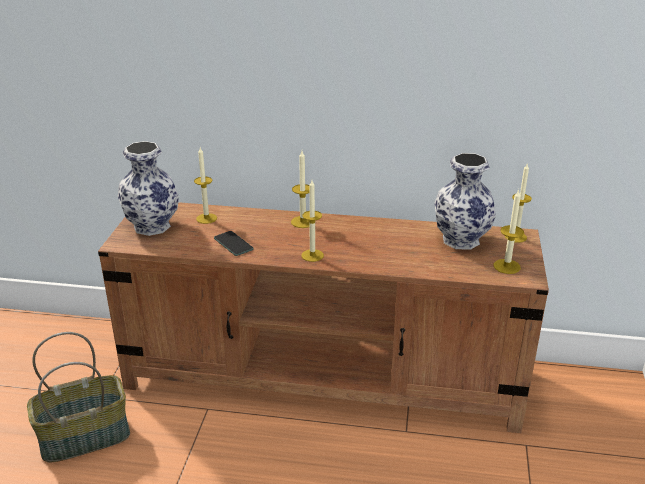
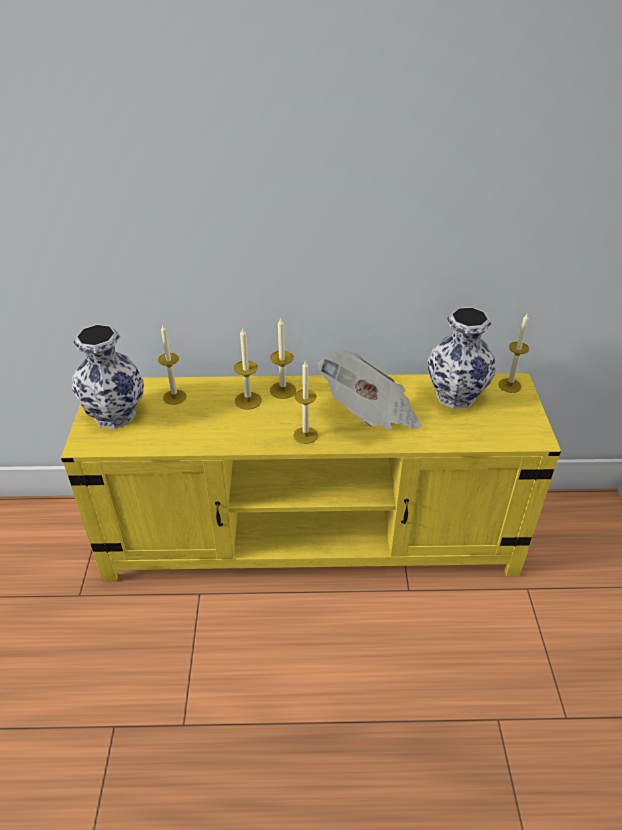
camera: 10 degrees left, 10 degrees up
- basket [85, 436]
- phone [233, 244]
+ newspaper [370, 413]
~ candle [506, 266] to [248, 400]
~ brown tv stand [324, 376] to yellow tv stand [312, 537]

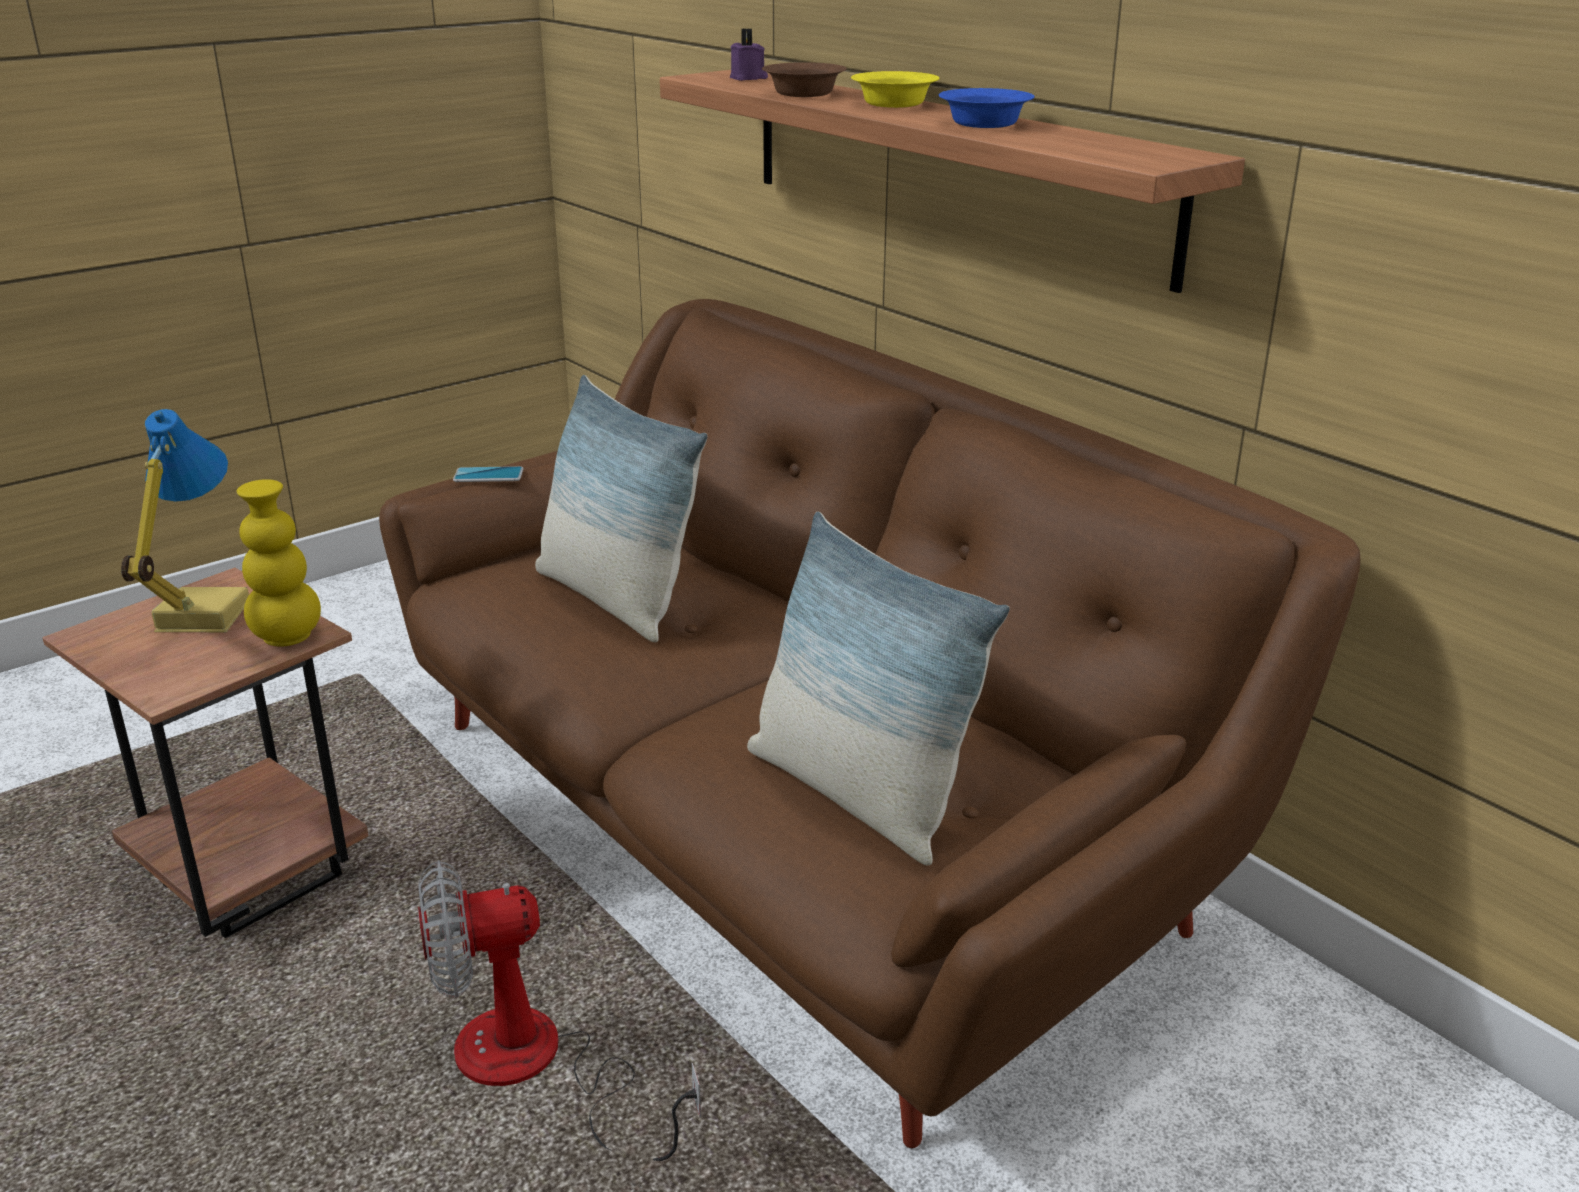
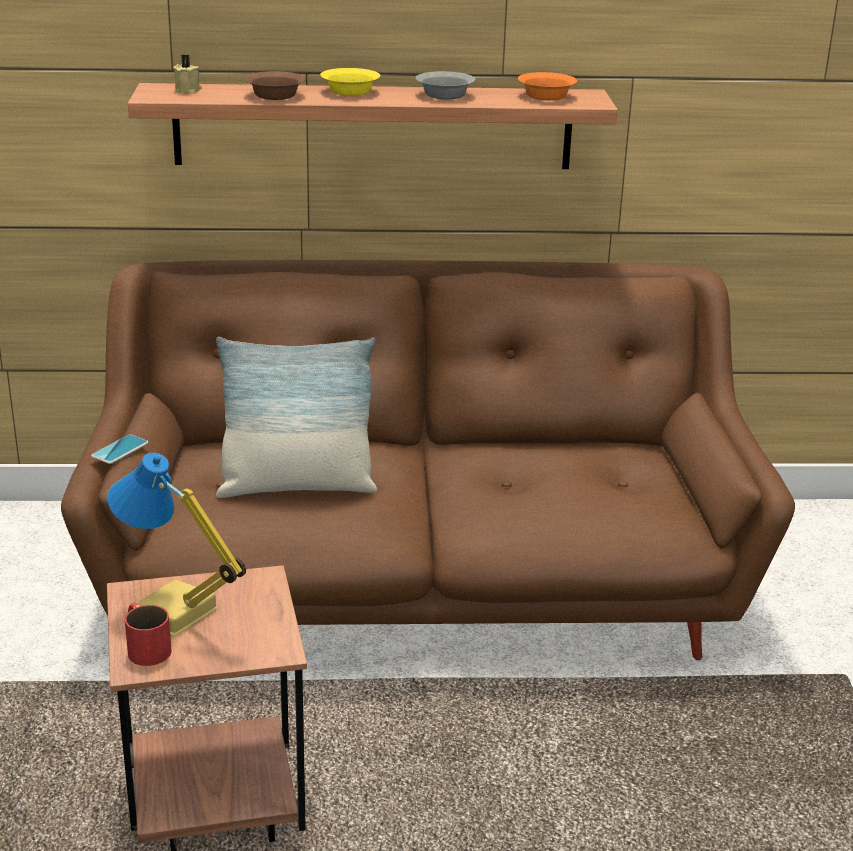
camera: 55 degrees left, 0 degrees up
- yellow vase [287, 637]
- fan [536, 1068]
- pillow [857, 794]
+ red mug [144, 646]
+ orange bowl [547, 97]
~ purple candle [749, 78] to beige candle [188, 90]
~ blue bowl [984, 123] to grey bowl [443, 95]

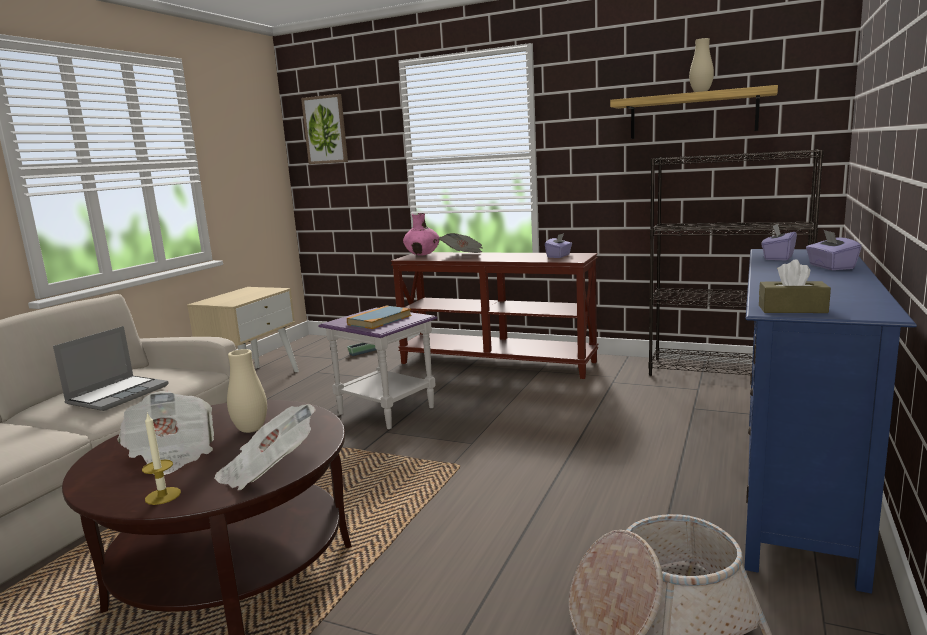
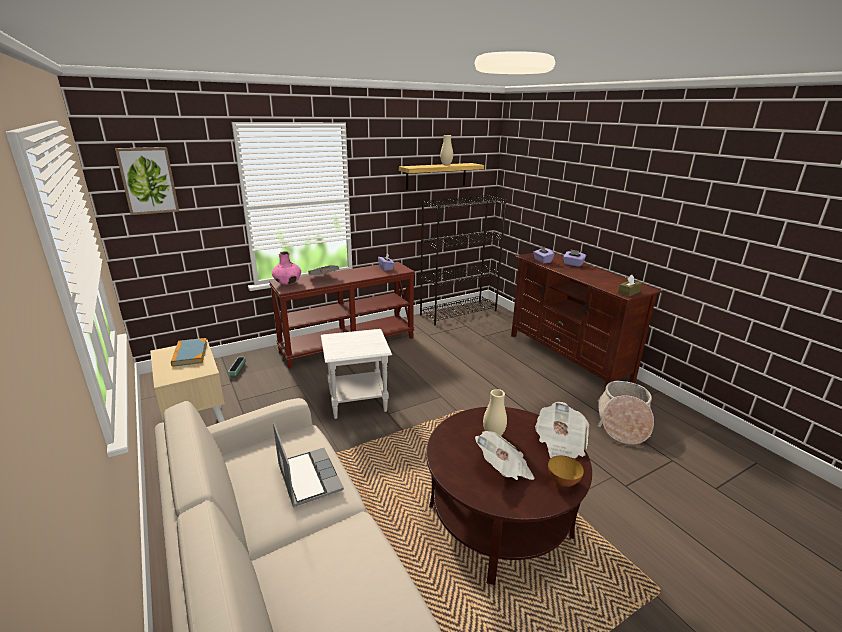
camera: 55 degrees left, 10 degrees up
~ book [379, 320] to [190, 354]
~ candle [163, 496] to bowl [563, 482]
~ purple side table [387, 410] to white side table [358, 402]
~ blue tv stand [797, 489] to brown tv stand [568, 357]

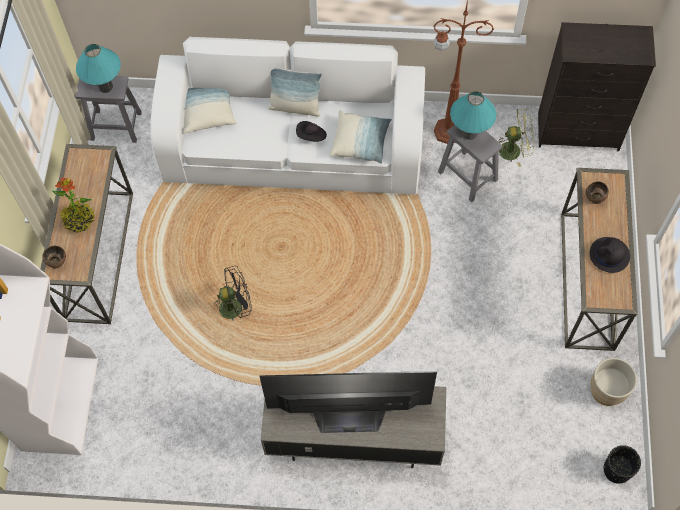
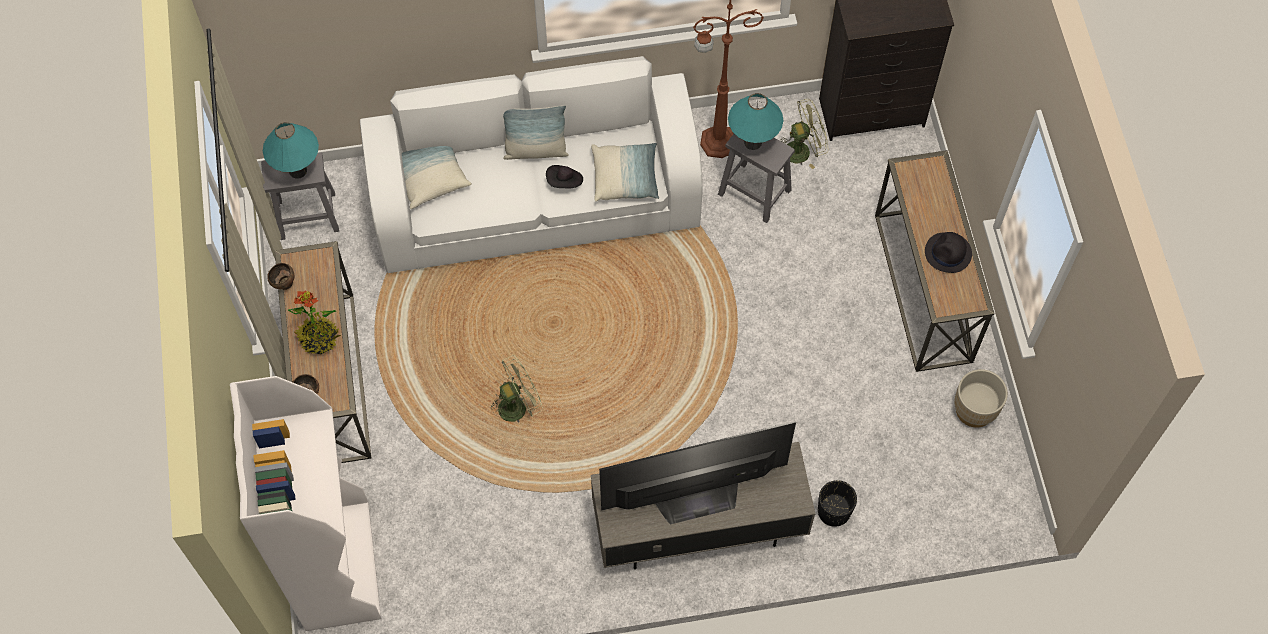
camera: 15 degrees left, 0 degrees up
~ brown bowl [594, 199] to [284, 284]
~ black planter [617, 470] to [834, 511]
~ black fan [235, 306] to green fan [517, 405]

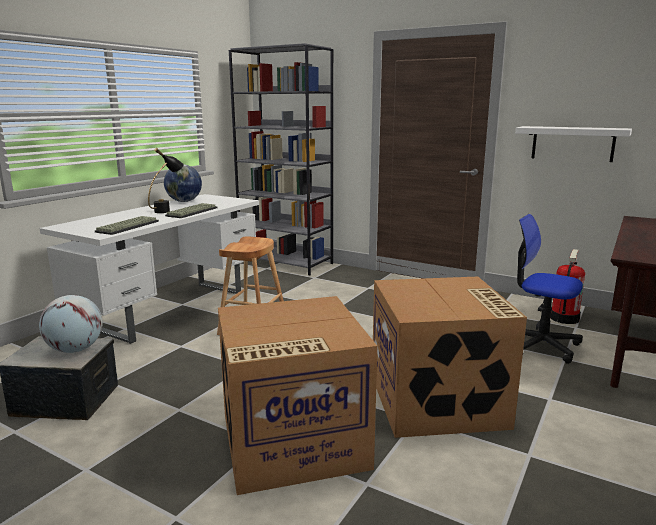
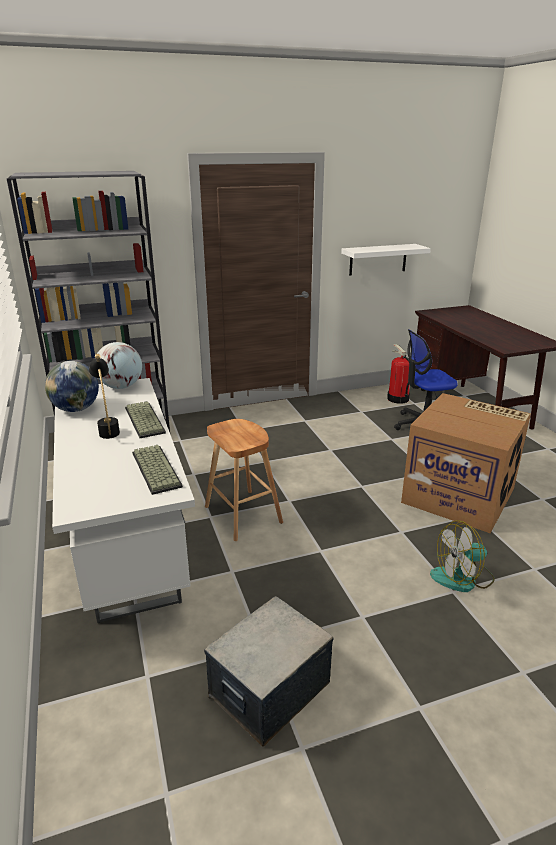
camera: 50 degrees left, 10 degrees up
~ globe [75, 349] to [121, 387]
~ cardboard box [291, 442] to fan [462, 577]

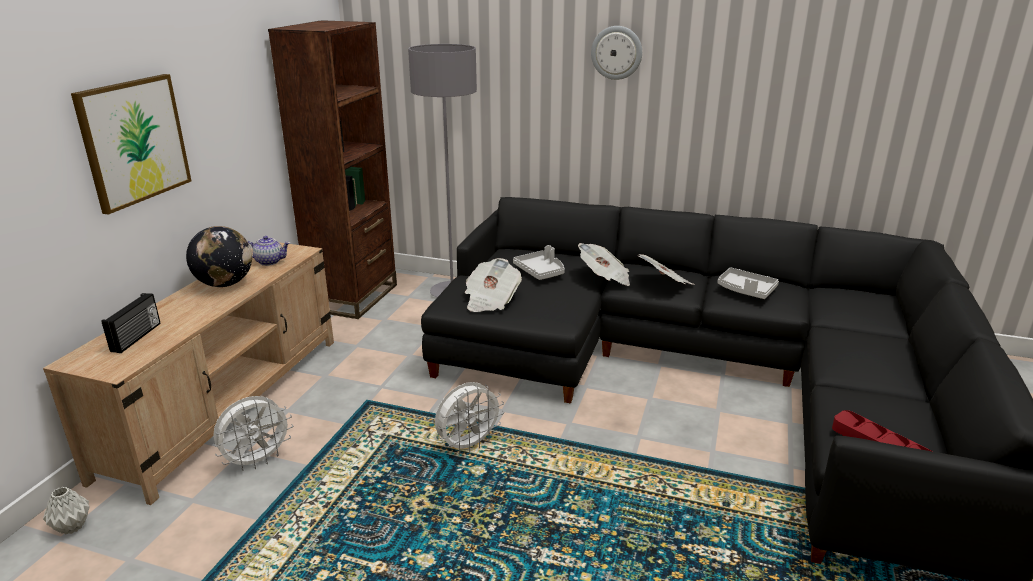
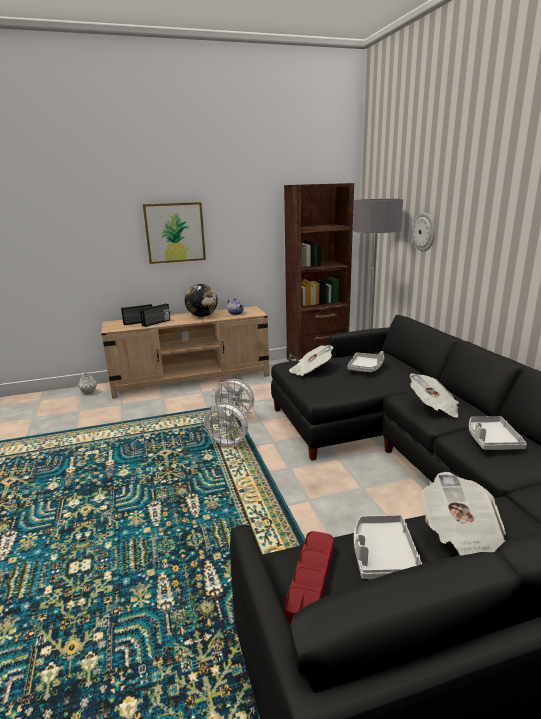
camera: 55 degrees right, 5 degrees down
+ radio [156, 323]
+ grey tray [383, 555]
~ white fan [257, 461] to [235, 418]
~ newspaper [604, 278] to [462, 536]
~ wall clock [616, 52] to [424, 232]

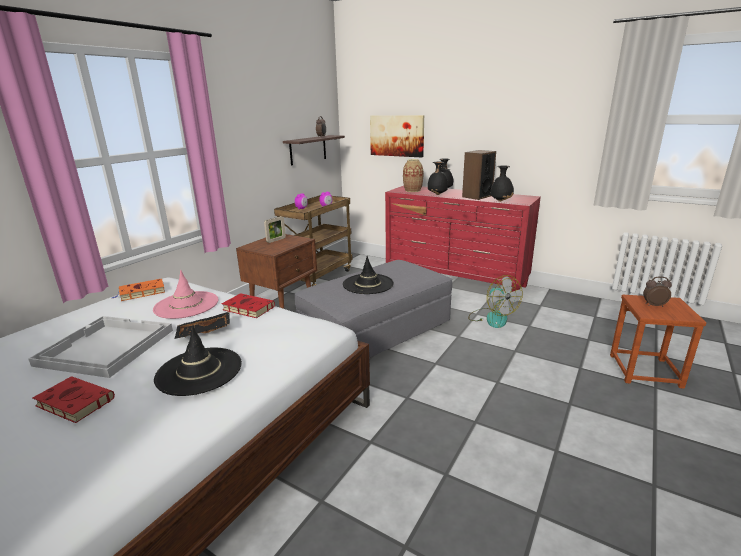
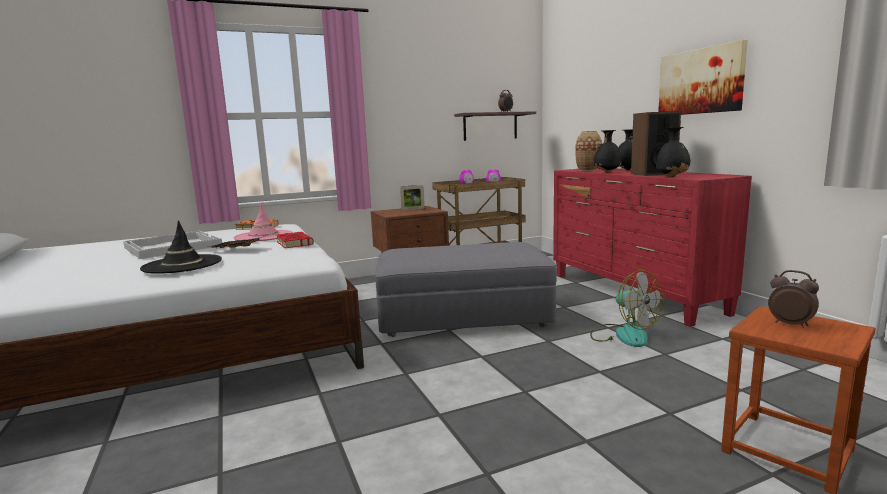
camera: 35 degrees right, 10 degrees down
- red book [73, 402]
- black hat [368, 284]
~ picture [397, 135] to [700, 81]
~ fan [492, 317] = [623, 335] 45 degrees counterclockwise

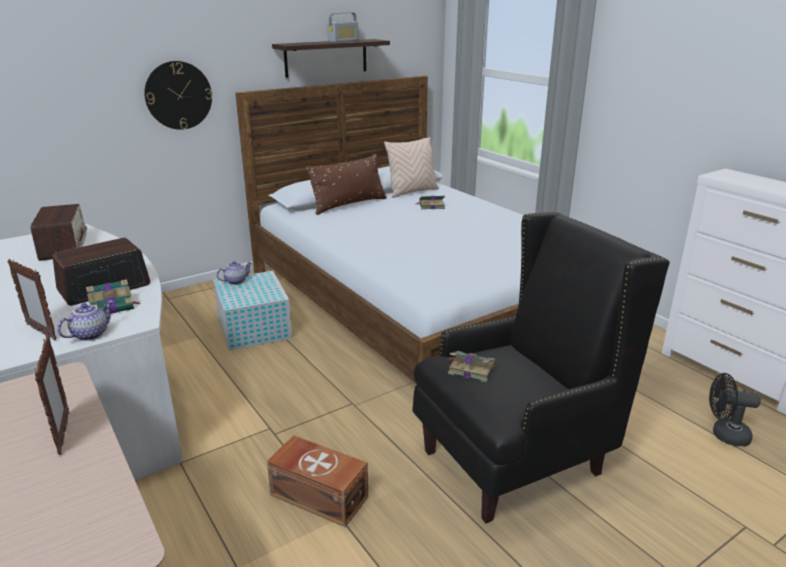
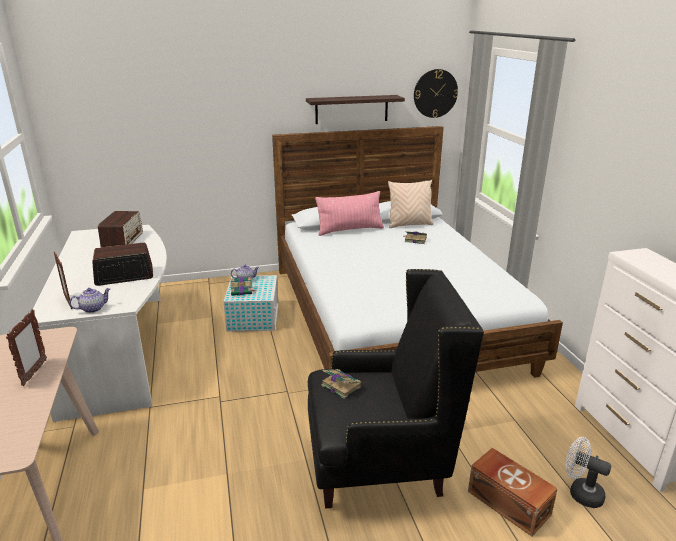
camera: 20 degrees right, 0 degrees up
- radio [343, 41]
~ book [113, 307] to [242, 291]
~ wall clock [178, 95] to [435, 93]
~ brown storage box [318, 494] to [508, 501]
~ brown pillow [349, 205] to pink pillow [350, 230]
~ black fan [724, 435] to white fan [580, 493]

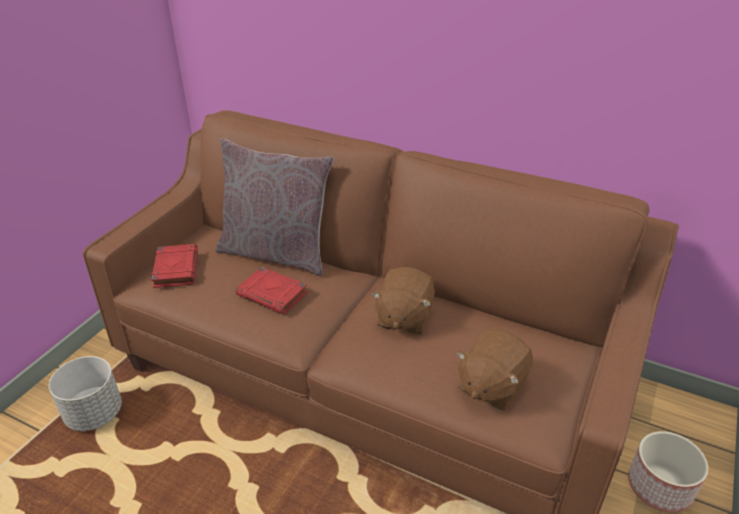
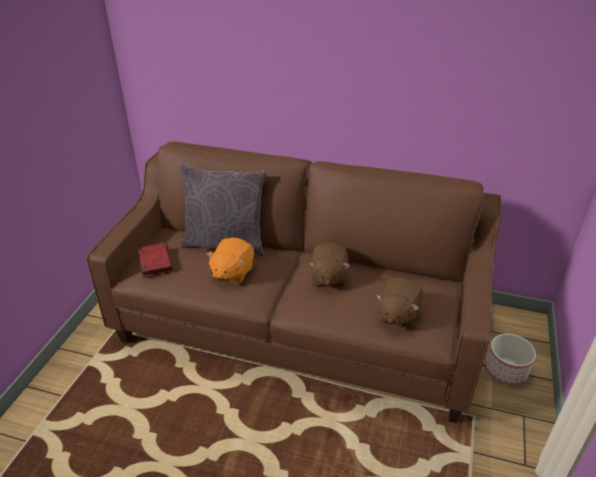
camera: 10 degrees left, 0 degrees up
- grey planter [94, 413]
~ red book [273, 294] to orange plush toy [232, 272]

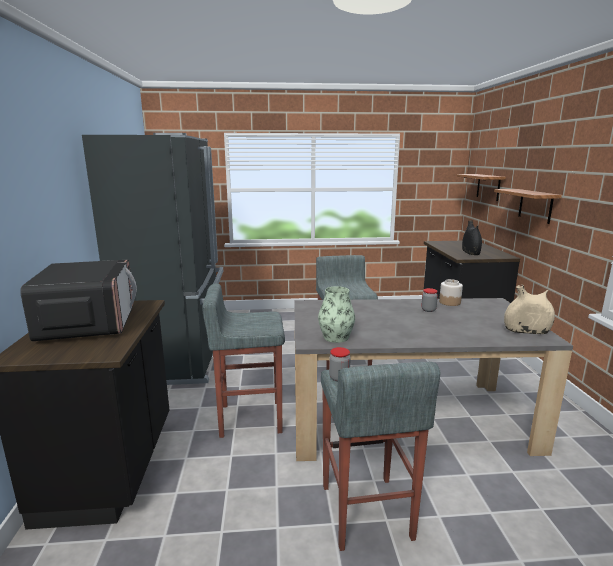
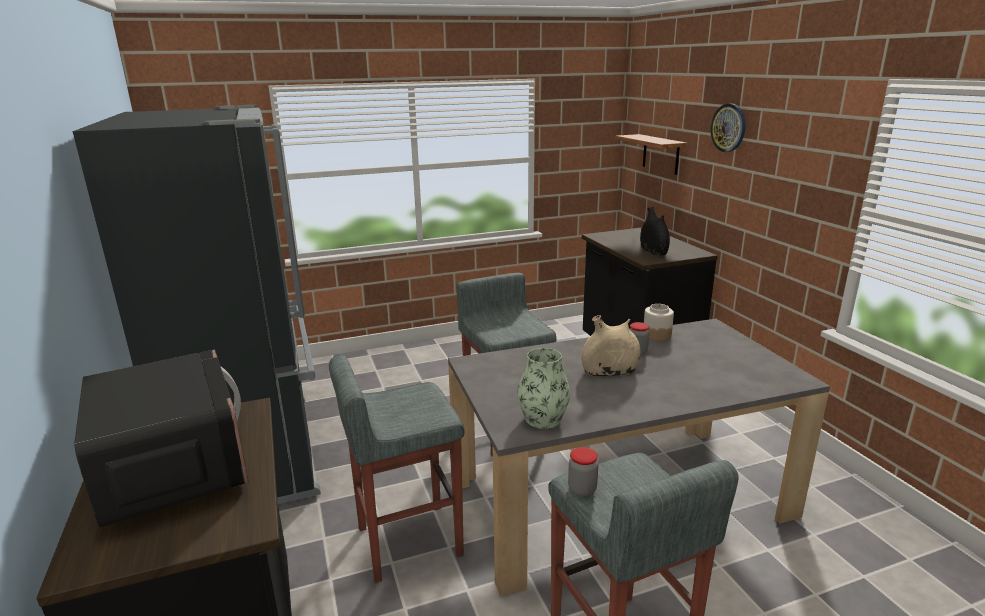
camera: 15 degrees left, 5 degrees up
- shelf [535, 205]
+ wall clock [728, 127]
~ beige vase [527, 331] to [610, 372]

